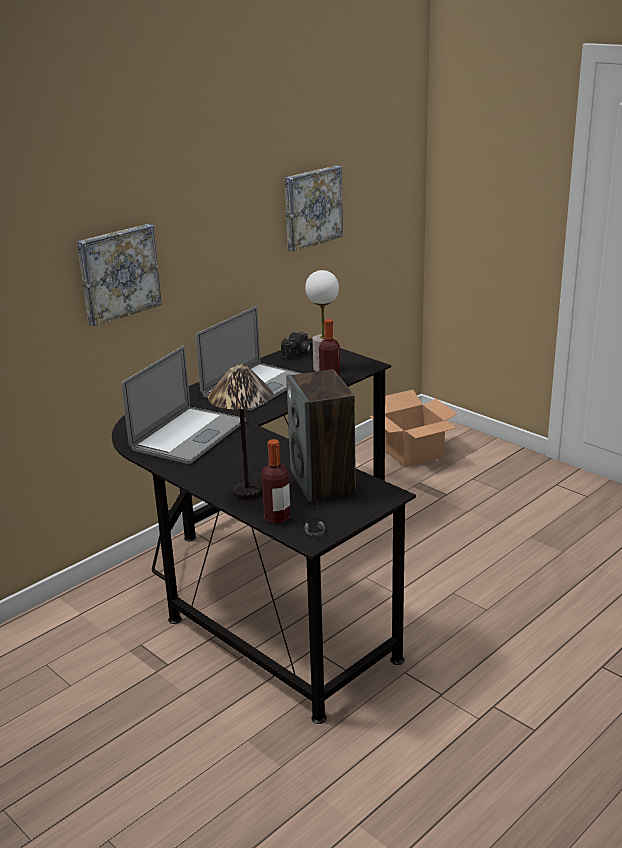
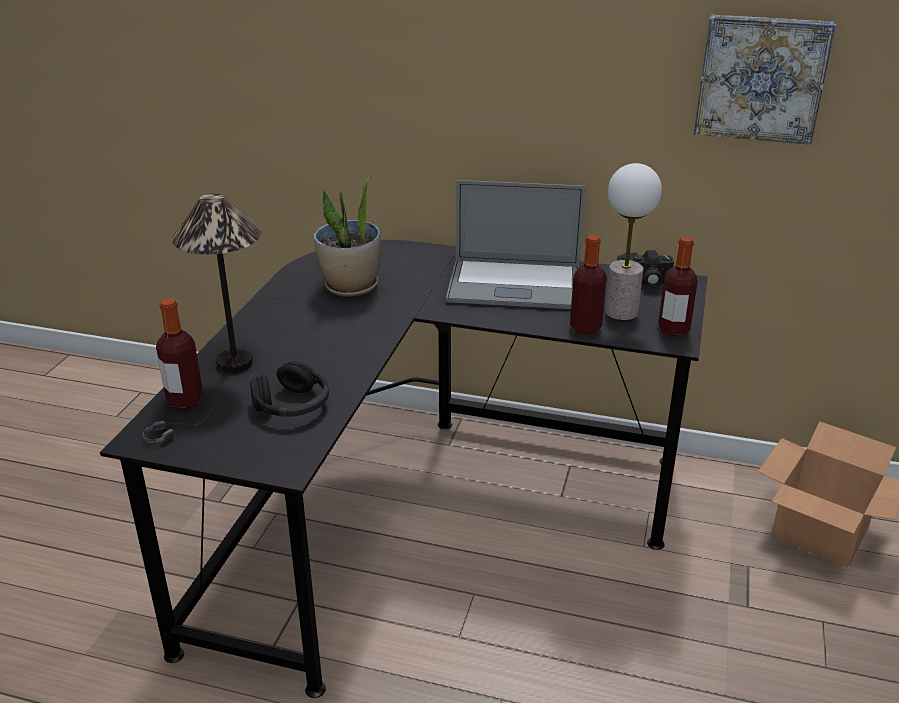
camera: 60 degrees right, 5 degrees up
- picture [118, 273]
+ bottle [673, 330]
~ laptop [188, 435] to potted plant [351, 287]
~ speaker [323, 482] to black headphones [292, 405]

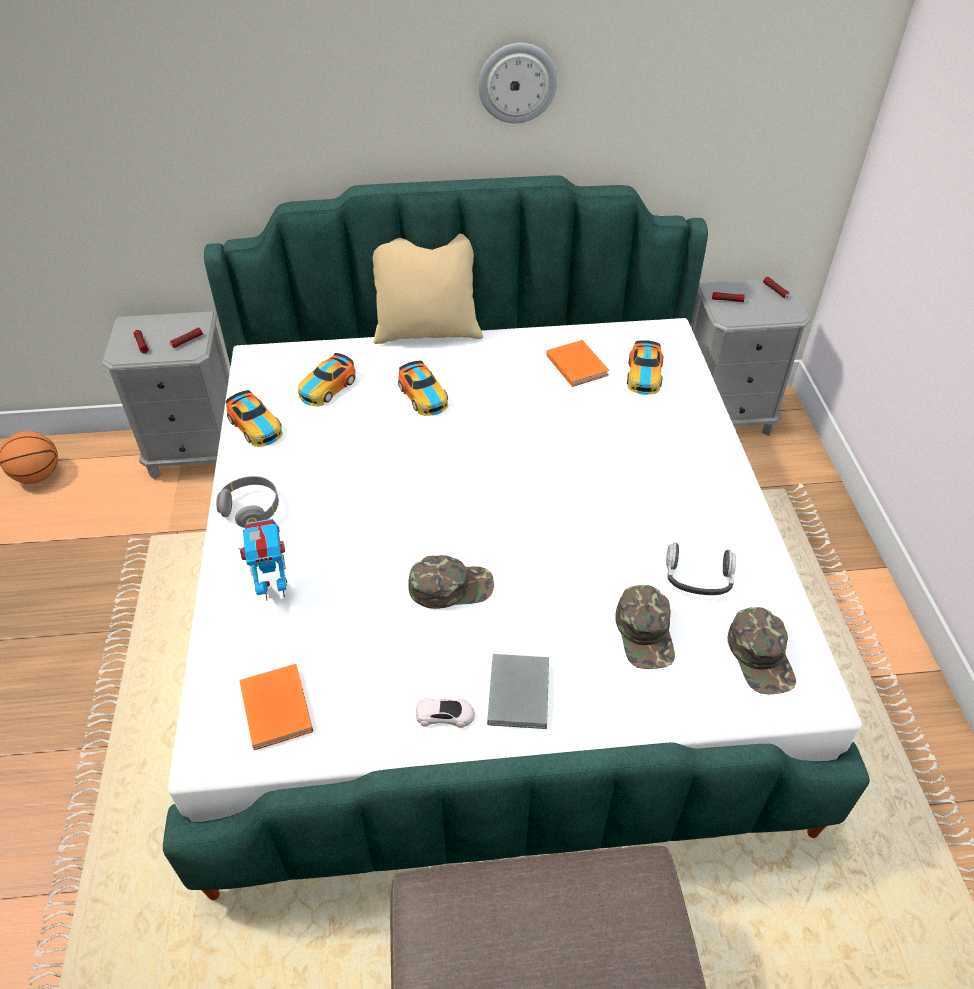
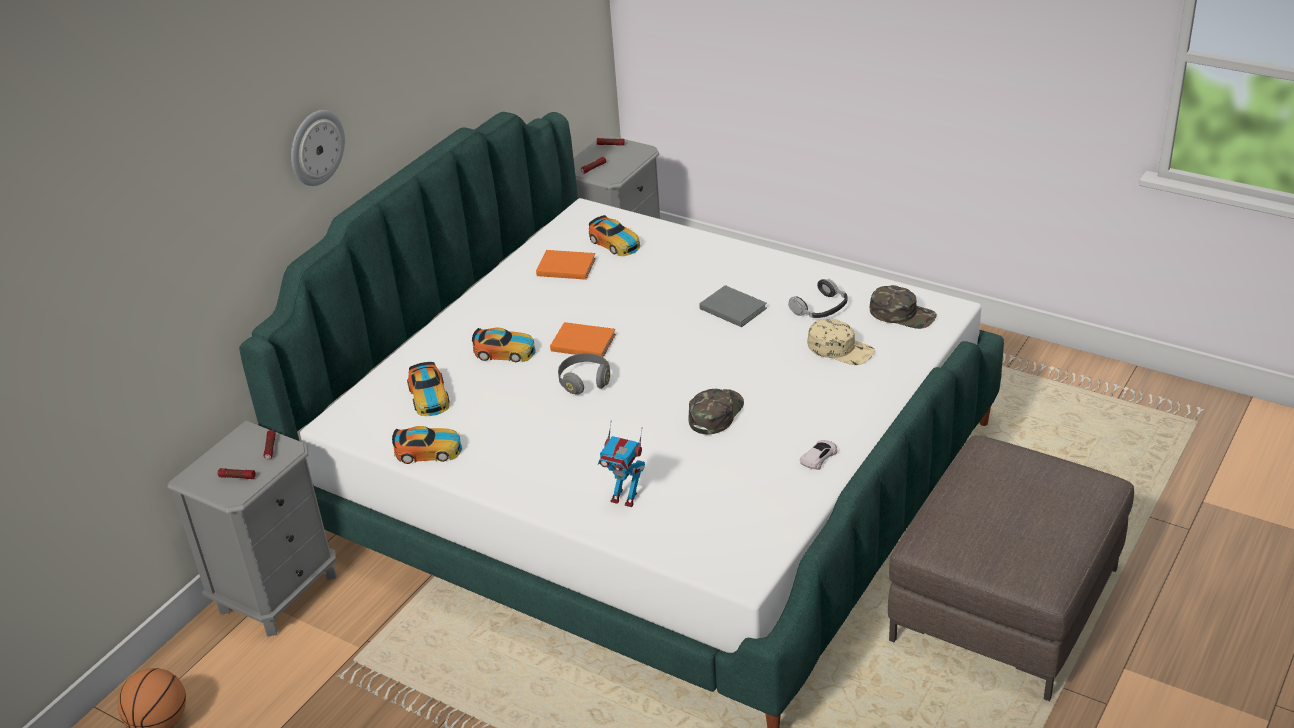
camera: 50 degrees left, 10 degrees down
- beige pillow [427, 332]
~ grey headphones [251, 509] to [584, 381]
~ orange book [277, 705] to [582, 342]
~ wall clock [517, 83] to [316, 147]
~ grey book [520, 691] to [732, 307]
~ green cap [645, 633] to beige cap [840, 349]
~ toy robot [274, 589] = [625, 498] 90 degrees counterclockwise

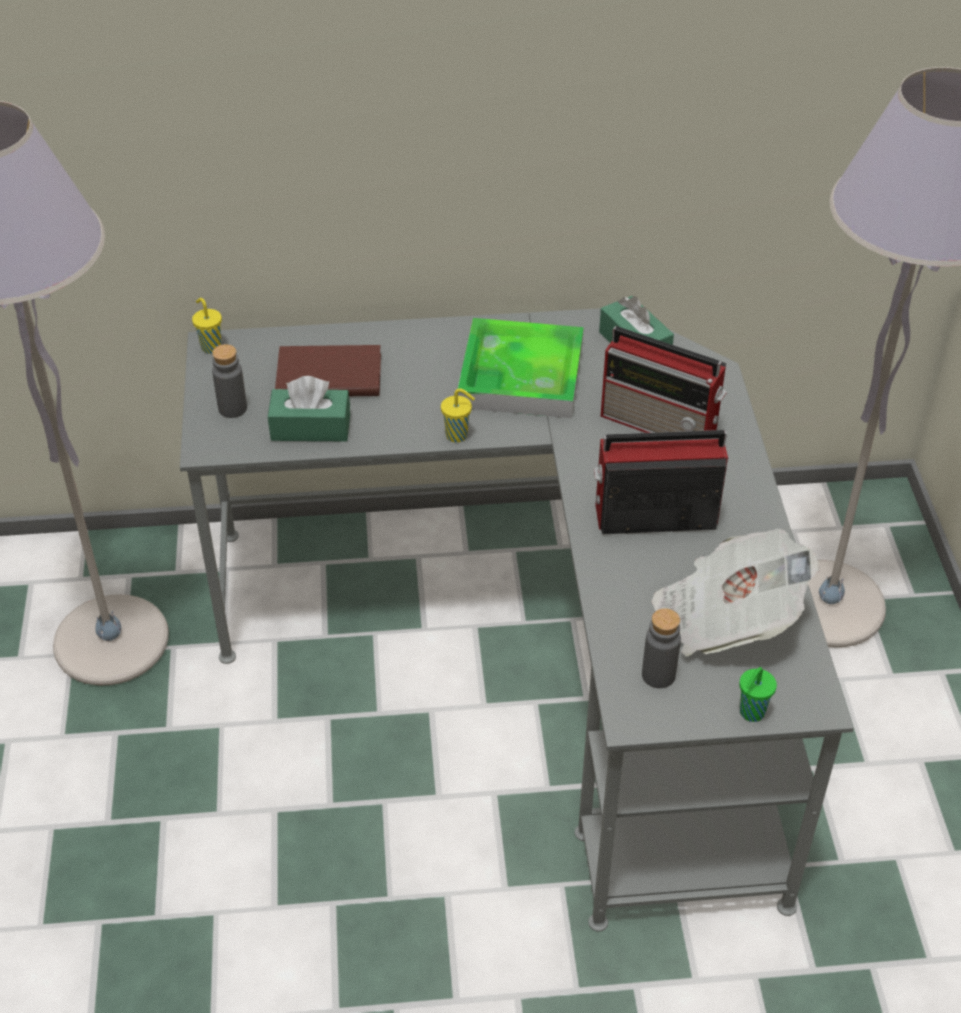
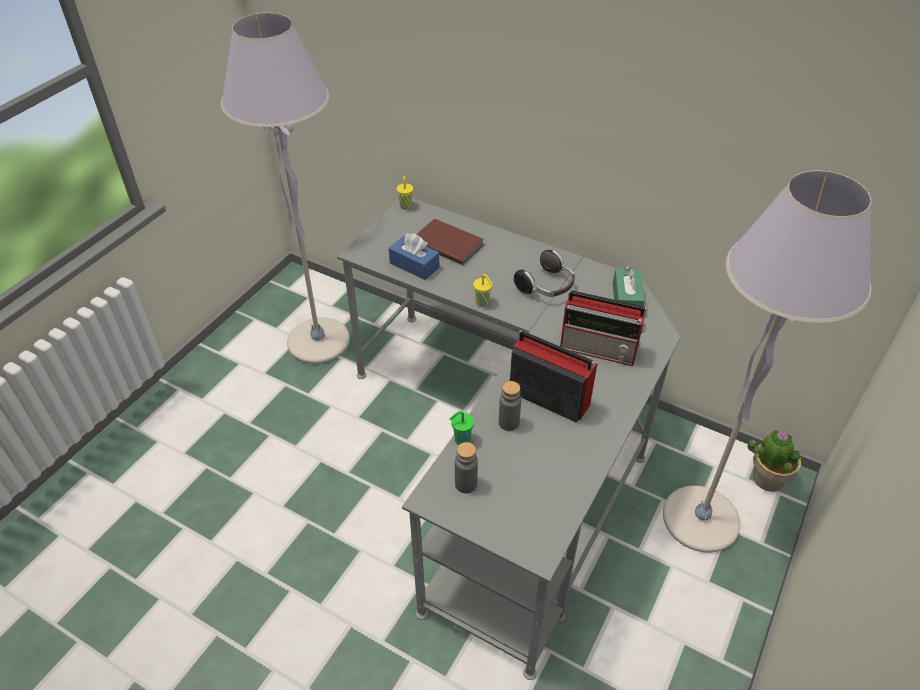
camera: 35 degrees right, 0 degrees up
- newspaper [727, 618]
+ potted plant [767, 478]
~ grey bottle [232, 408] to [508, 422]
~ green cup [751, 713] to [461, 440]
~ tray [521, 375] to headphones [546, 287]
~ green tissue box [310, 427] to blue tissue box [414, 265]
~ radio [661, 424] = [600, 349] 45 degrees counterclockwise

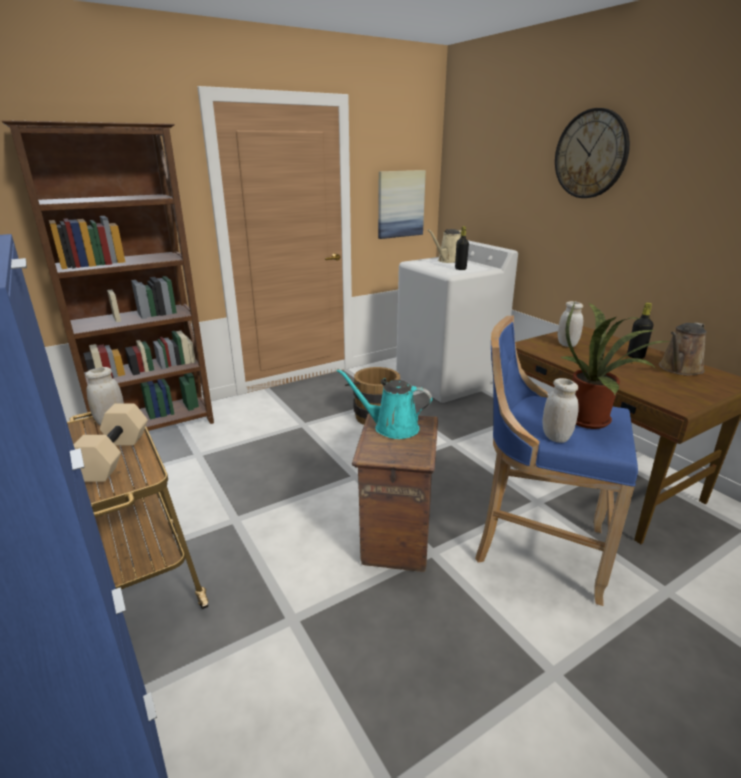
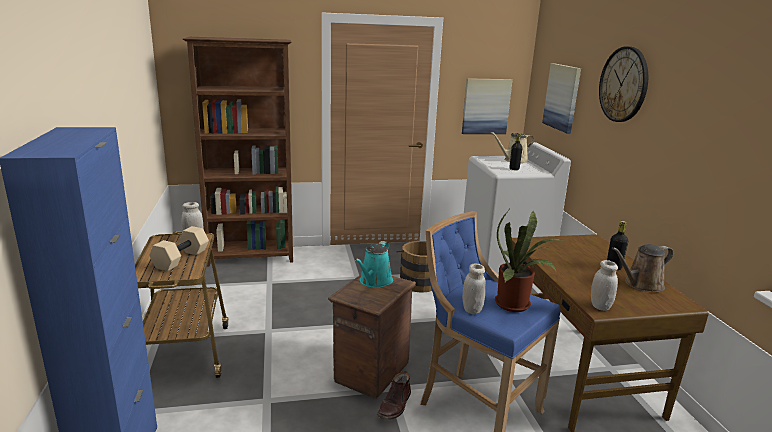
camera: 20 degrees right, 5 degrees down
+ brown boot [395, 405]
+ picture [562, 97]
~ white jar [567, 344] to [600, 306]
~ turquoise watering can [391, 427] = [374, 281] 105 degrees counterclockwise

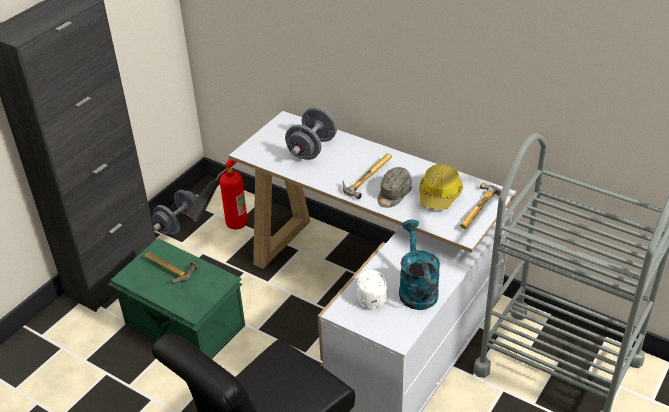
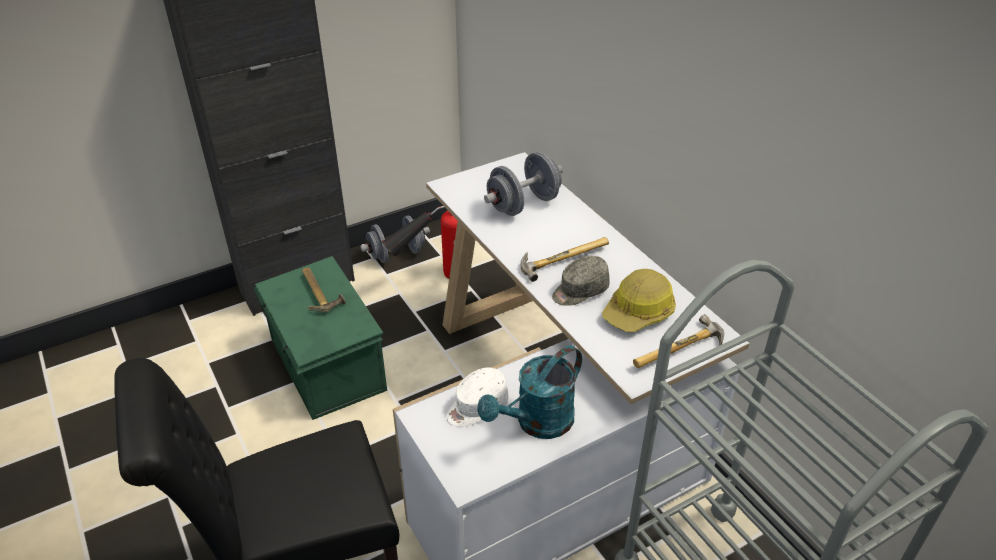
camera: 25 degrees right, 0 degrees up
~ white cap [371, 293] = [476, 407] 150 degrees counterclockwise
~ turquoise watering can [416, 288] = [537, 423] 150 degrees counterclockwise

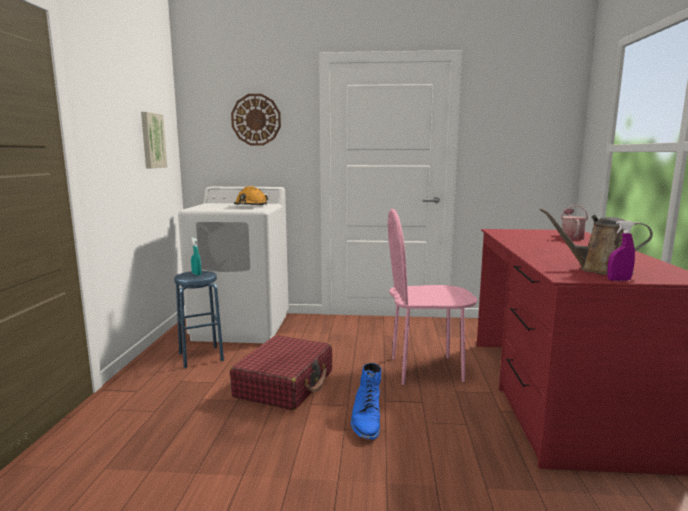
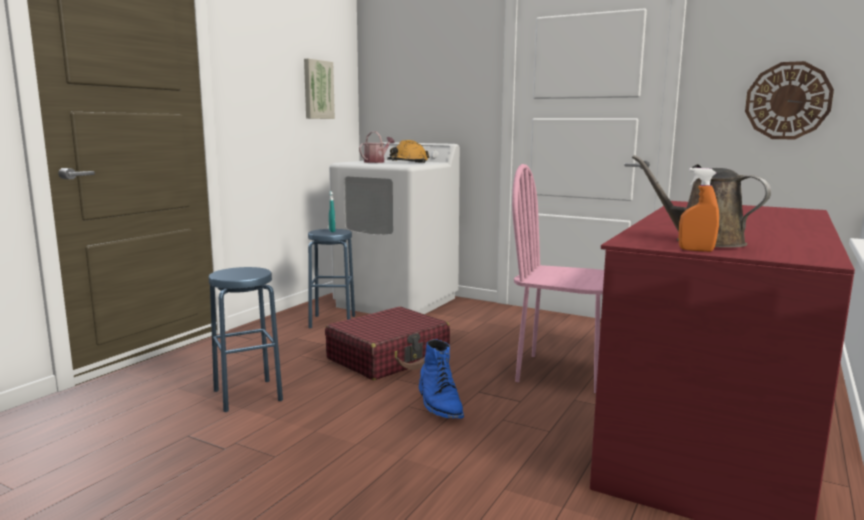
camera: 25 degrees right, 0 degrees up
+ blue stool [248, 395]
~ wall clock [256, 120] to [787, 101]
~ watering can [571, 237] to [376, 162]
~ purple spray bottle [618, 280] to orange spray bottle [696, 250]
~ blue boot [366, 419] = [439, 403] 45 degrees counterclockwise

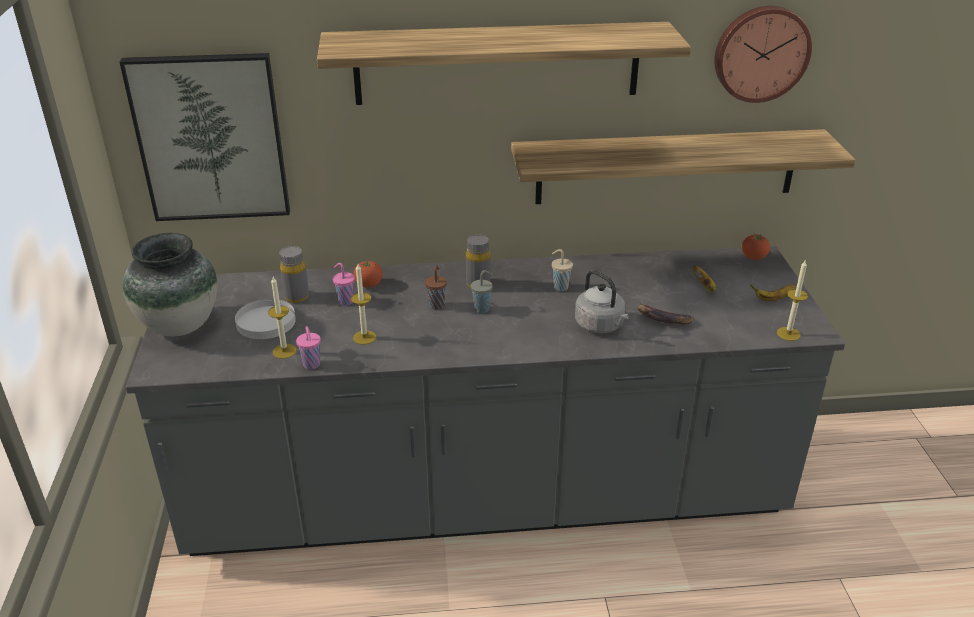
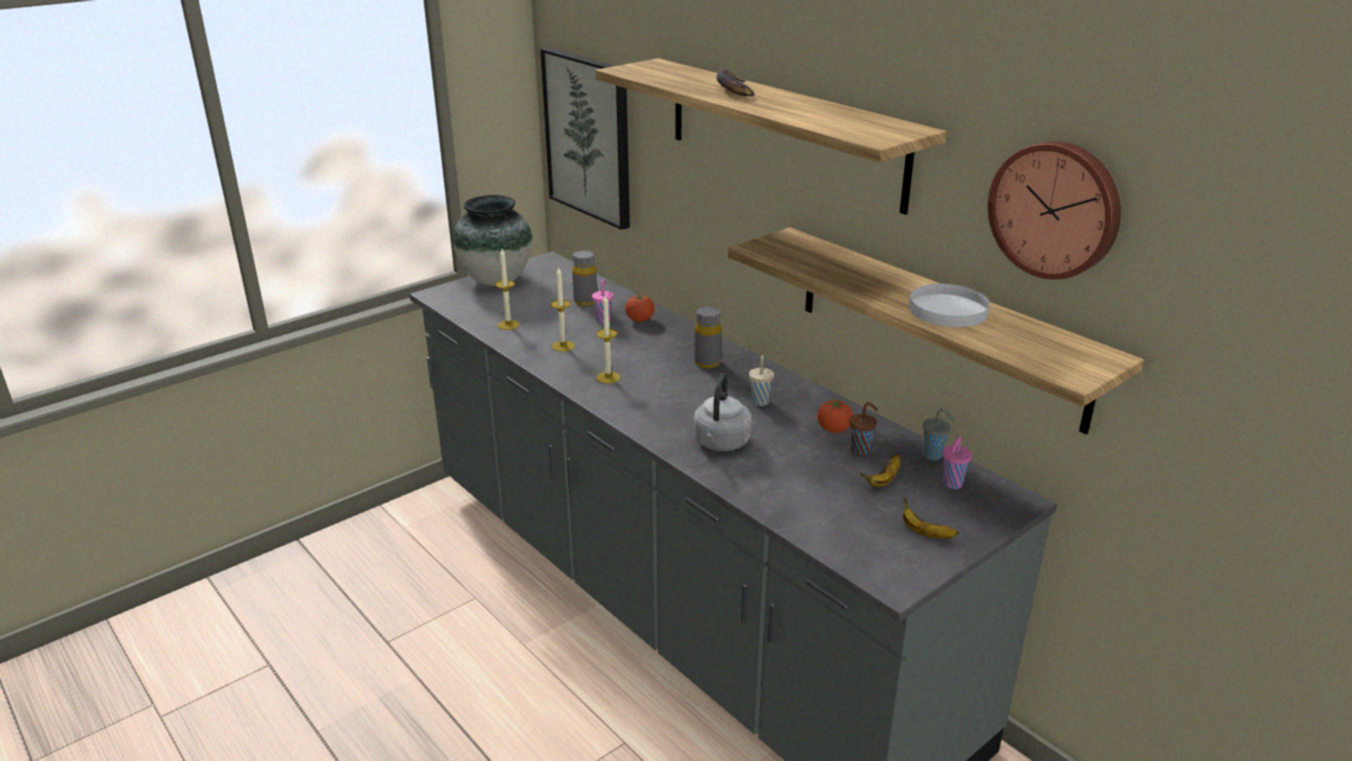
camera: 55 degrees right, 5 degrees down
~ white plate [266, 322] to [948, 310]
~ pink cup [311, 365] to [952, 484]
~ brown cup [437, 305] to [861, 450]
~ grey cup [482, 309] to [933, 456]
~ banana [662, 319] to [734, 90]
~ tomato [753, 257] to [833, 430]
~ candle [788, 334] to [608, 377]

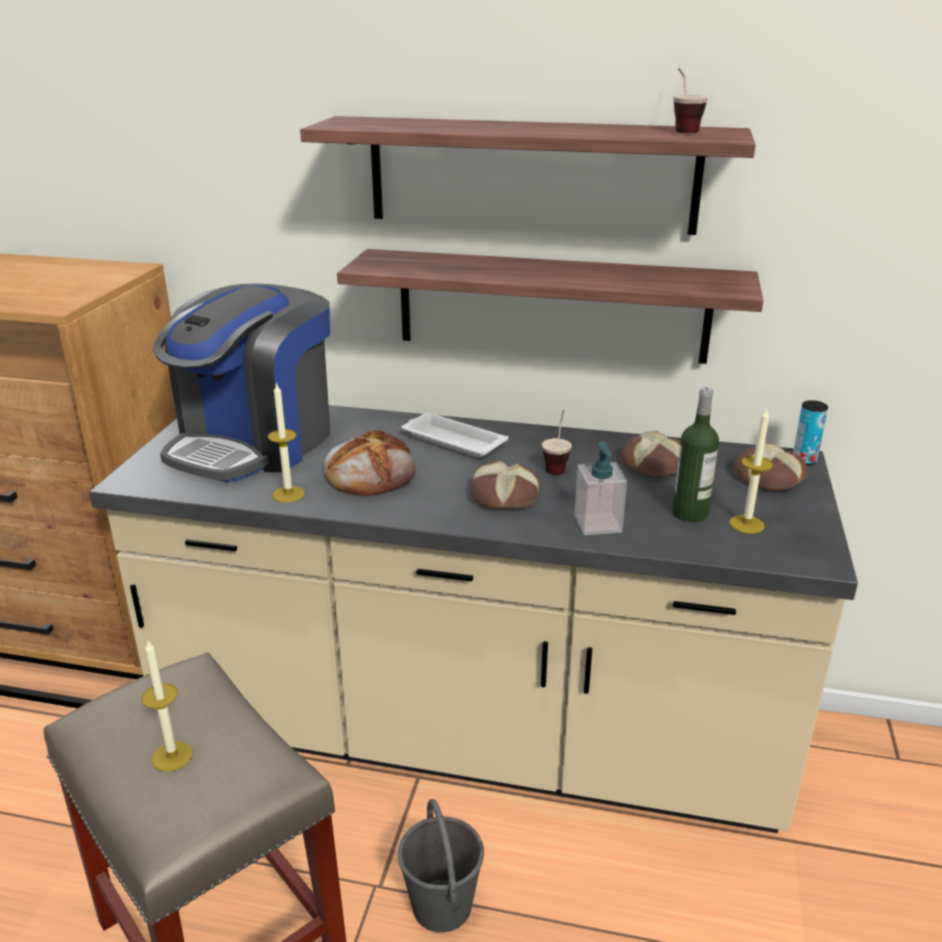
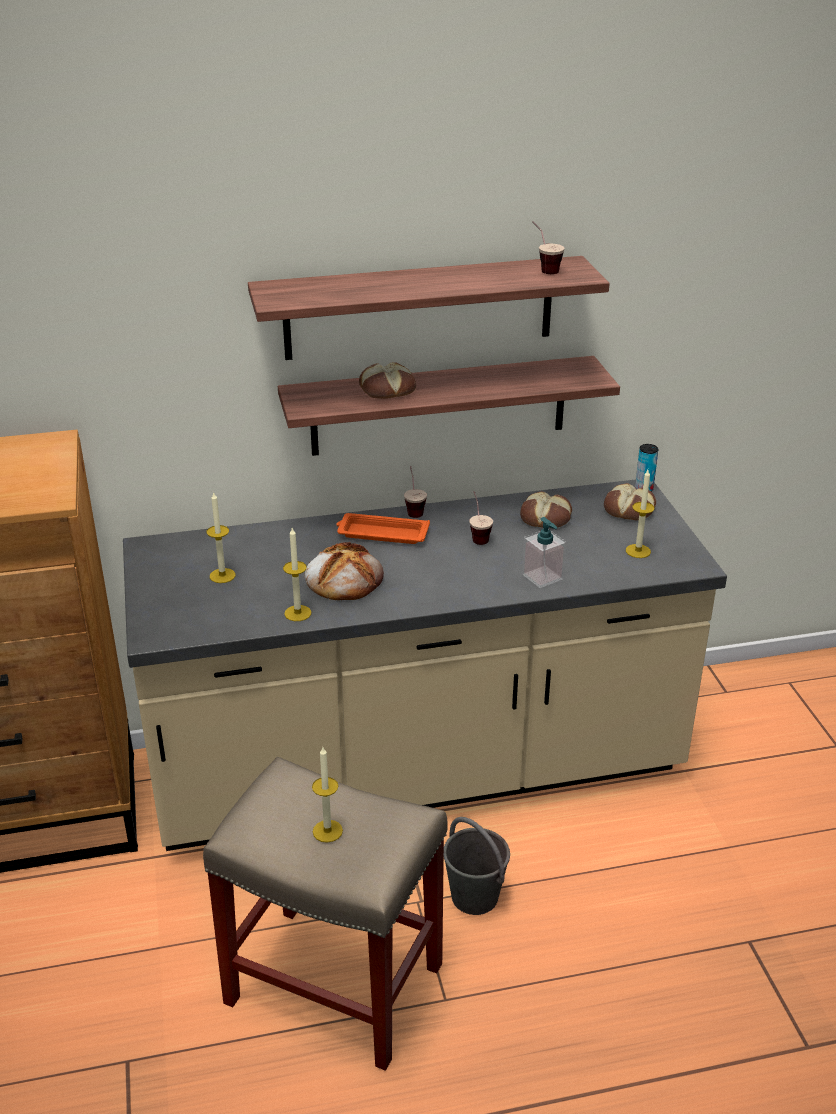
camera: 25 degrees left, 5 degrees up
- bottle [690, 513]
+ cup [413, 509]
~ bread [503, 496] to [387, 390]
~ coffee machine [255, 443] to candle [222, 575]
~ white tray [452, 441] to orange tray [381, 534]

